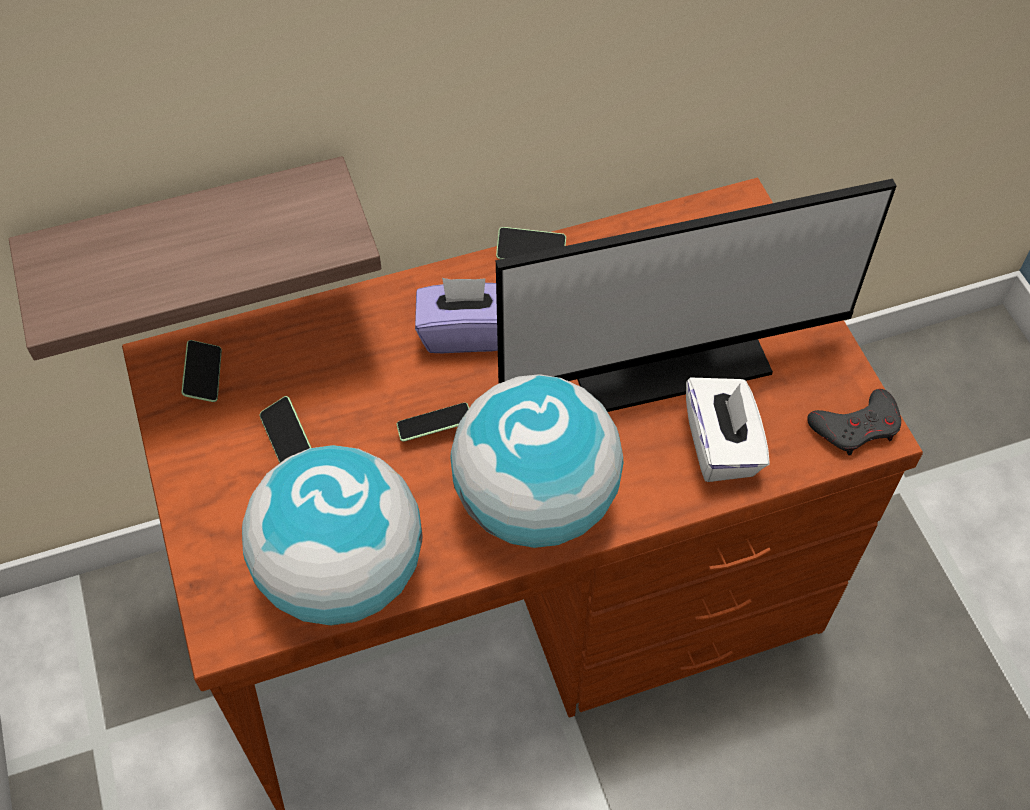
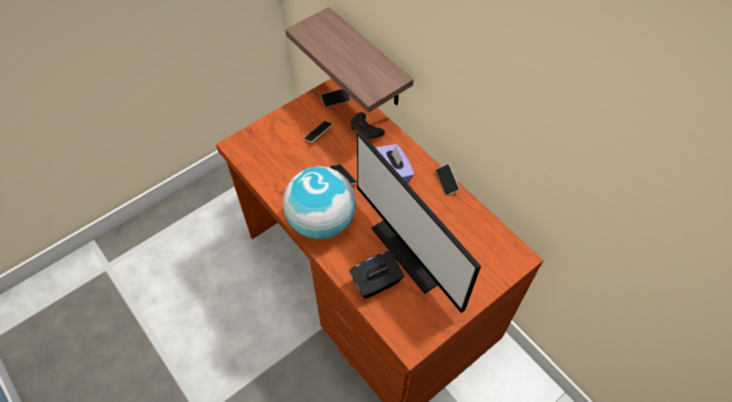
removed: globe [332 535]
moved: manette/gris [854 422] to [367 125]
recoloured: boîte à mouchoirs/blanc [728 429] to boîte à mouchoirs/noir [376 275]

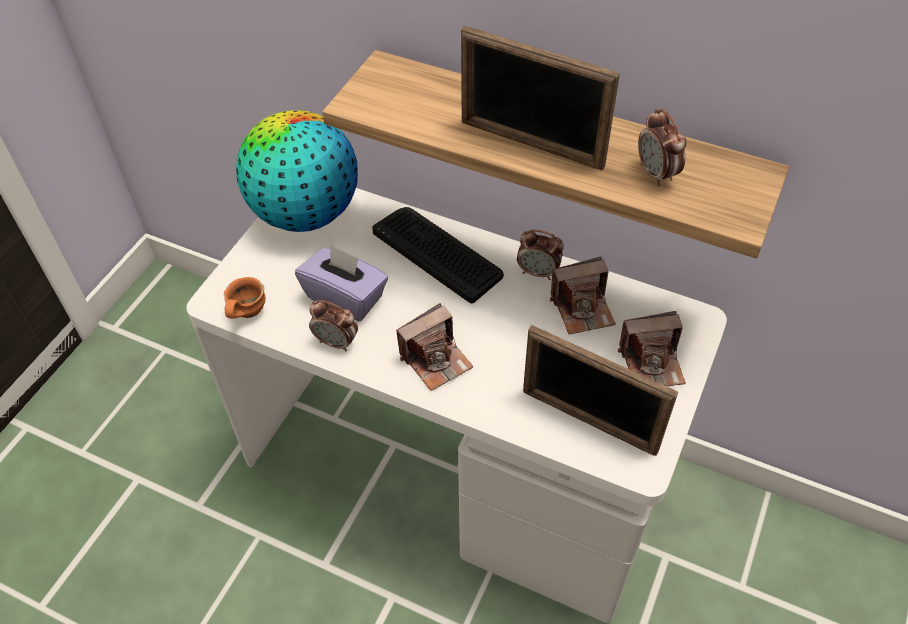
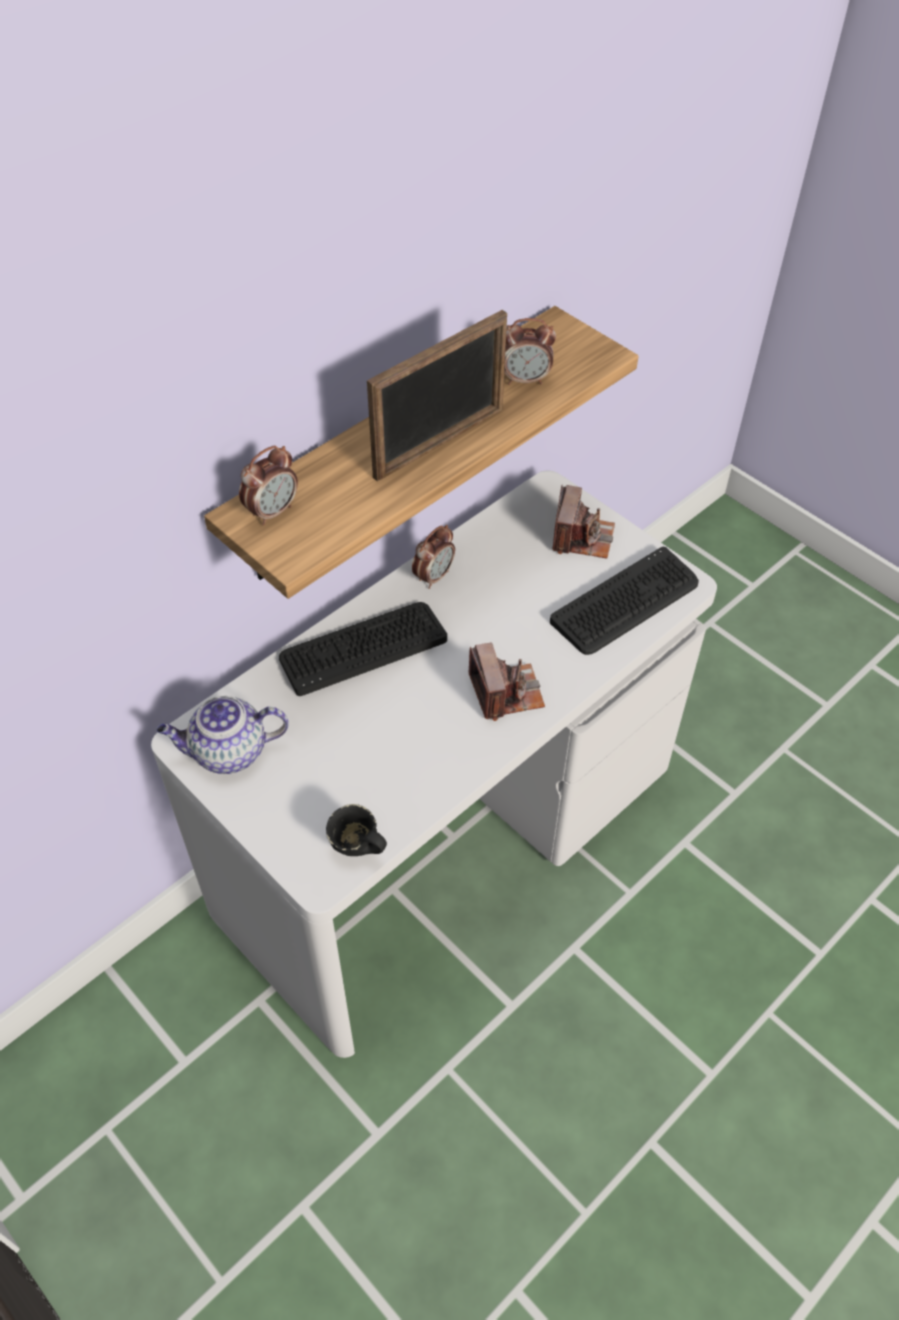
removed: boîte à mouchoirs/violet [341 283]; appareil photo [583 295]
moved: réveil [333 326] to [268 486]
replaced: globe [297 171] to théière [223 735]; cadre photo [600 390] to clavier [624 601]
recoloured: mug/orange [245 297] to mug/noir [356 830]

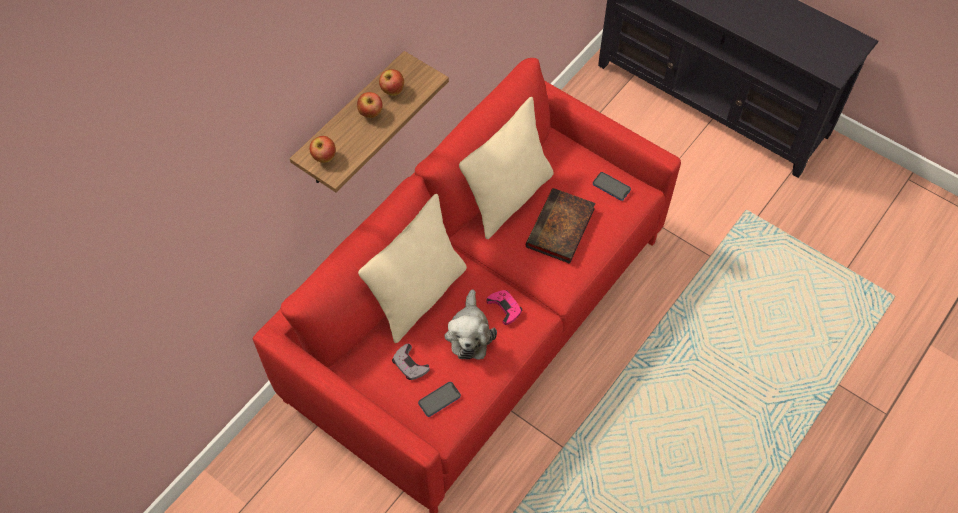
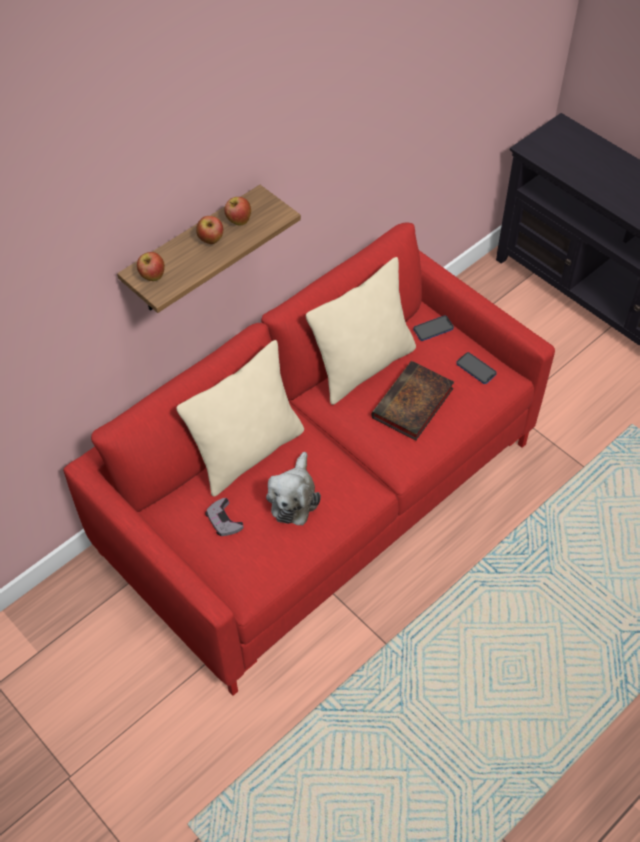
removed: manette/rose [504 307]
moved: téléphone [439 399] to [433 328]

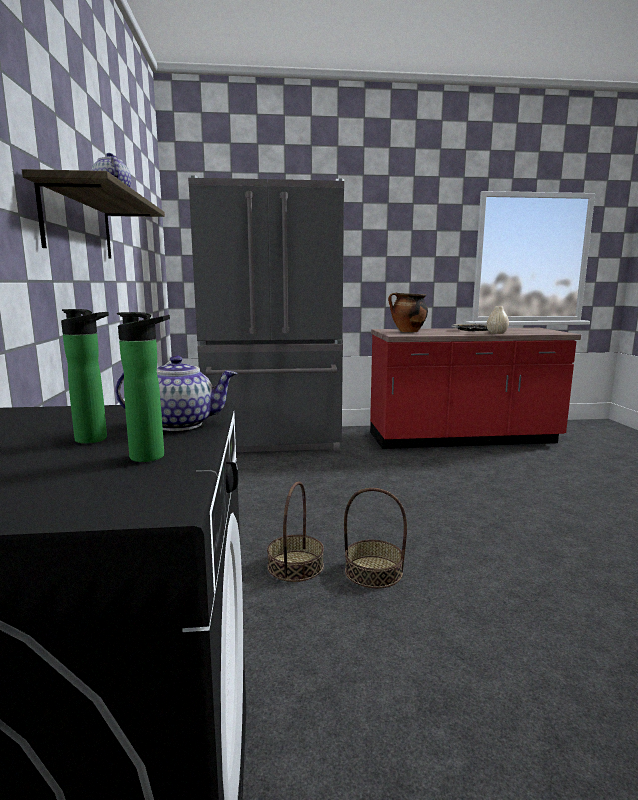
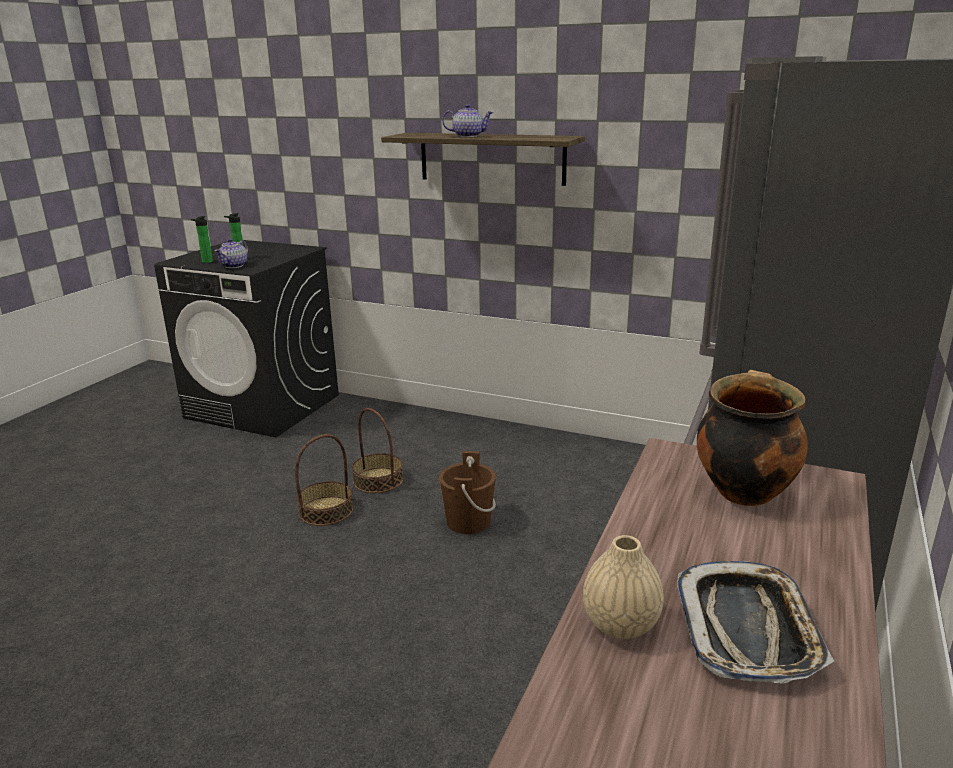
added: seau/marron [467 492]

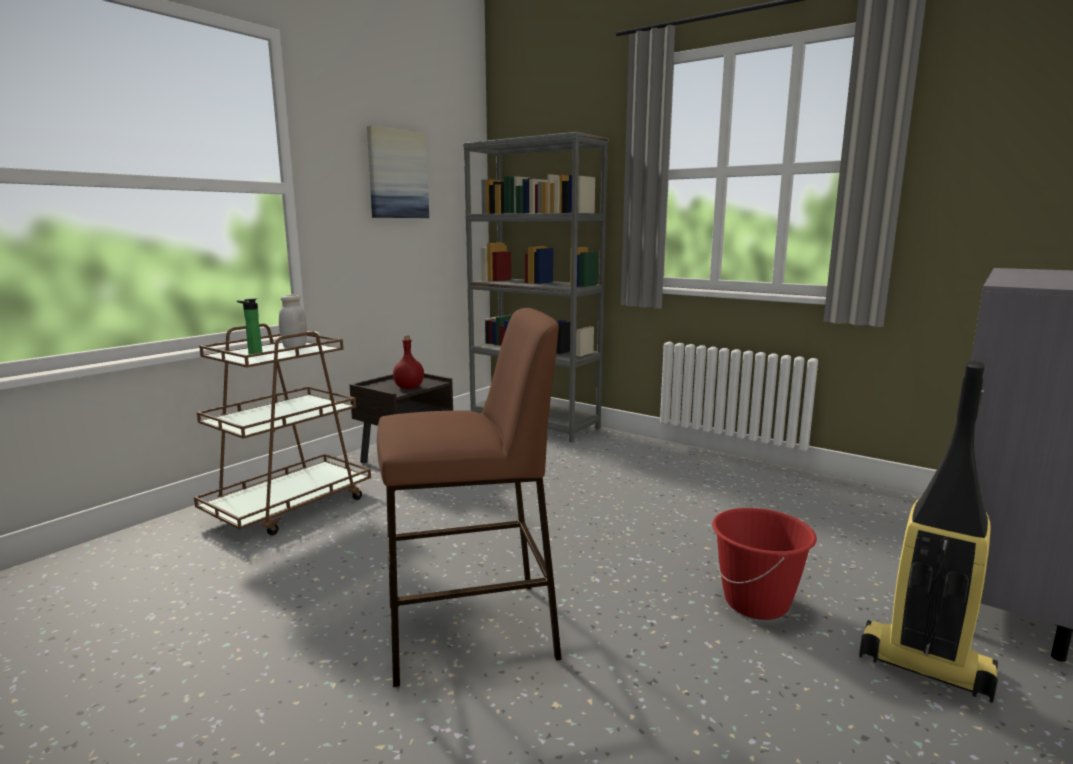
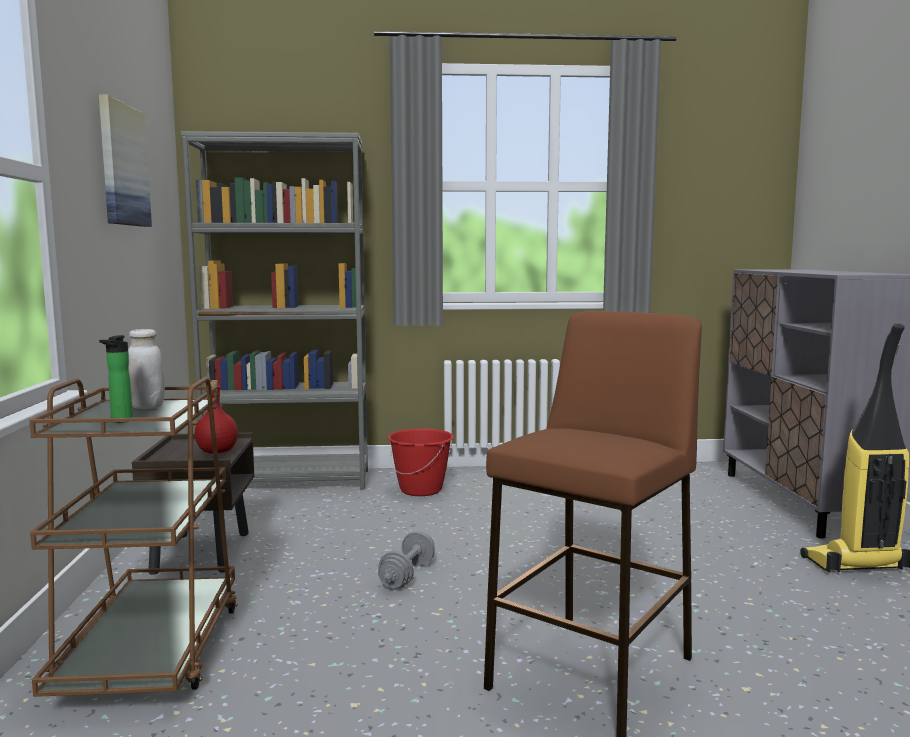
added: haltère/gris [406 559]
moved: seau/rouge [764 564] to [421 462]

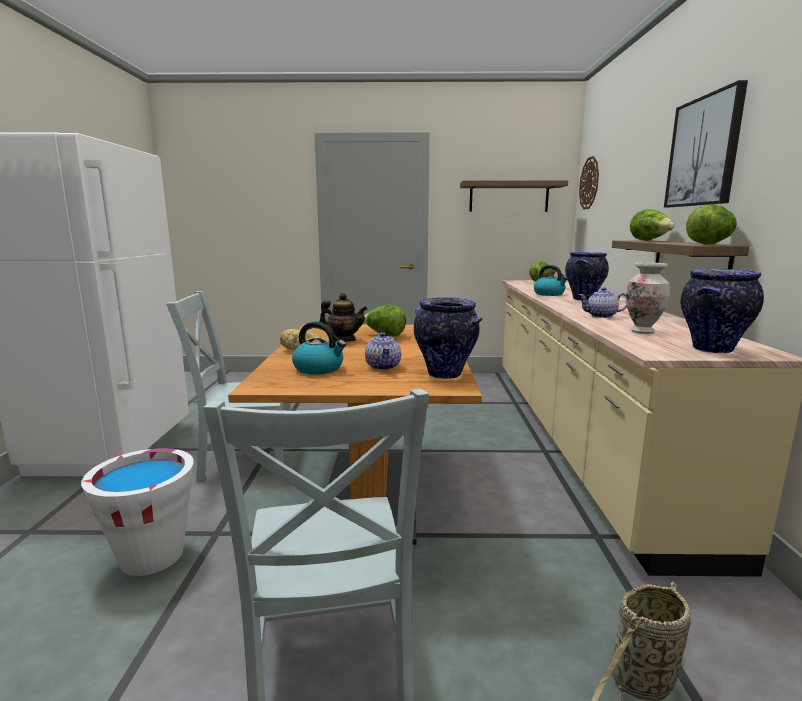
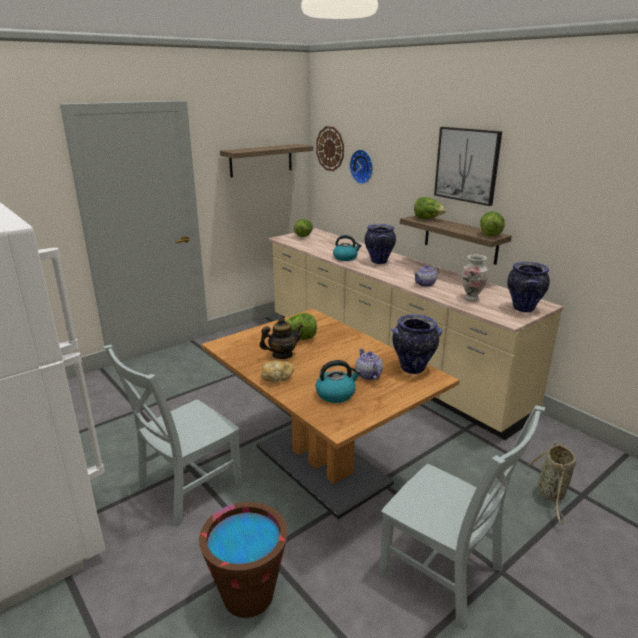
added: horloge murale [361 166]
recoloured: seau/blanc [137 512] to seau/marron [243 560]
turned: théière [383 351] = [369 364] 150 degrees counterclockwise

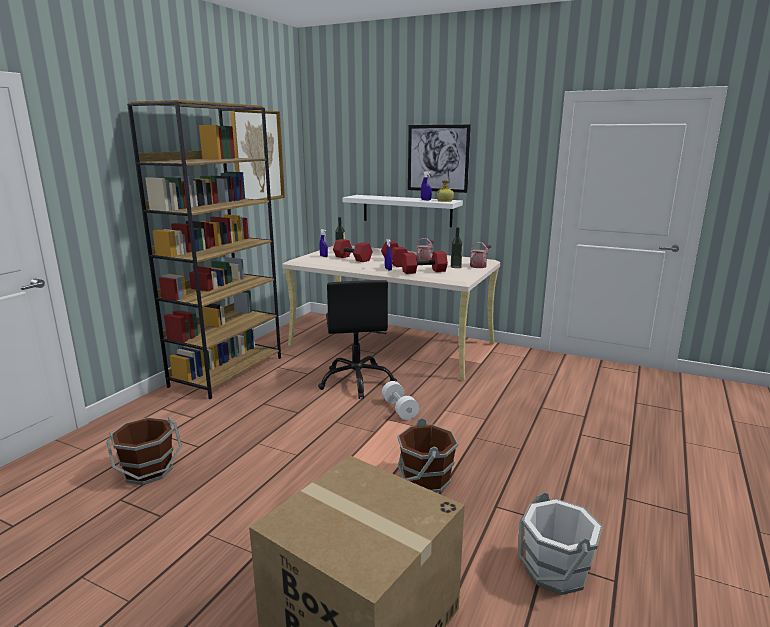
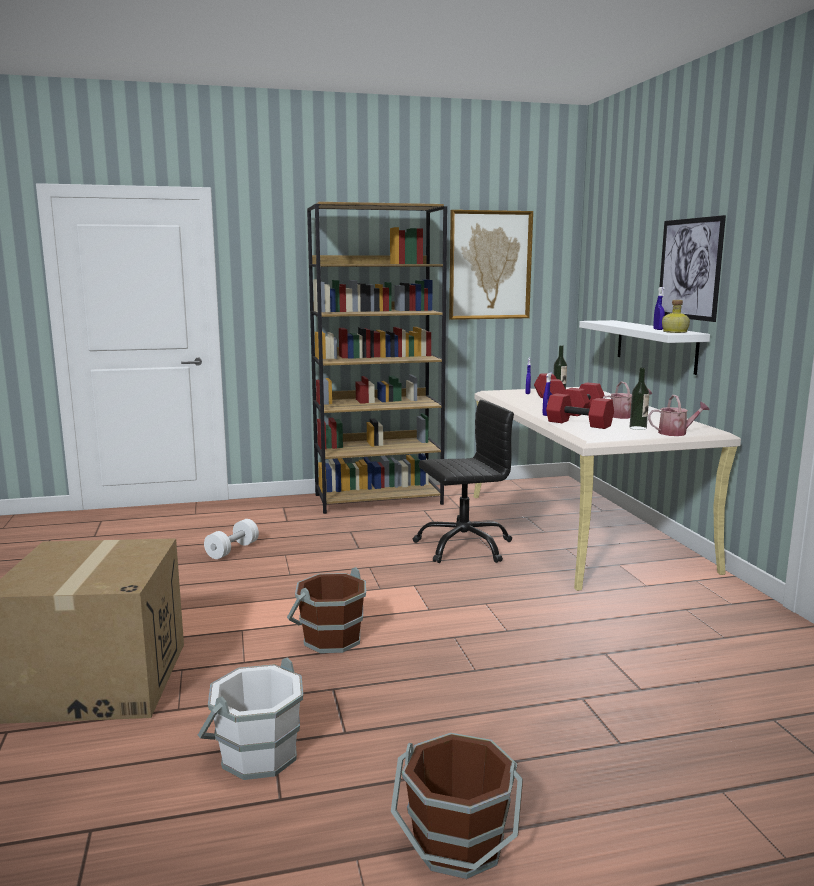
moved: haltère/blanc [400 400] to [231 539]; seau/marron [144 451] to [457 806]
turned: chaise de bureau/noir [357 339] = [463 481] 150 degrees counterclockwise

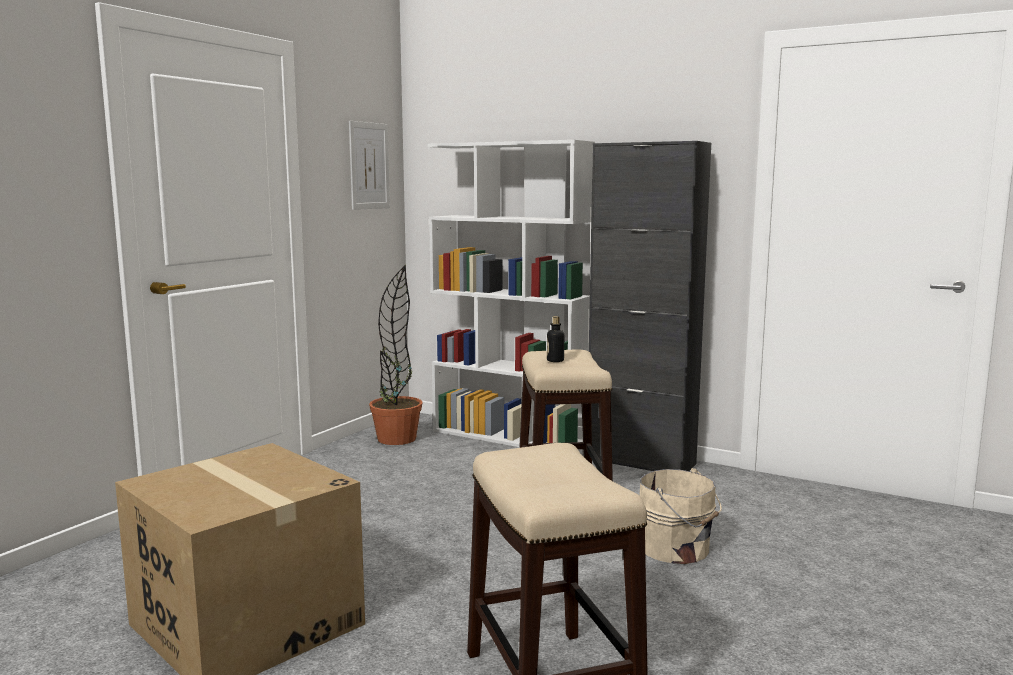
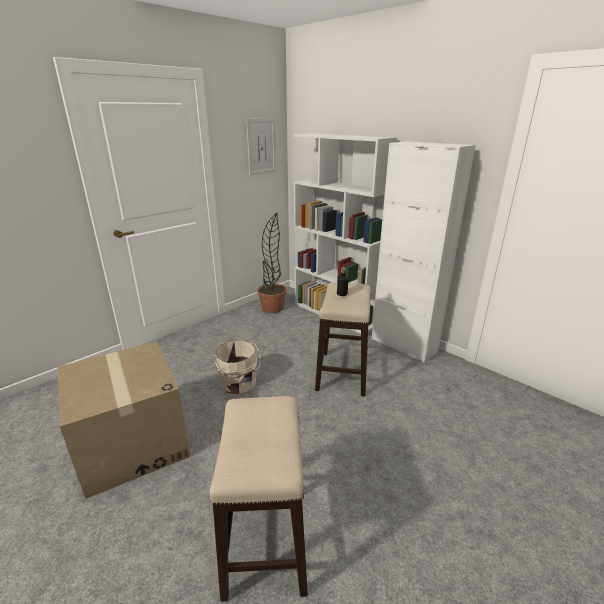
moved: seau/beige [680 516] to [238 367]
recoloured: meuble de rangement/noir [650 306] to meuble de rangement/blanc [424 252]

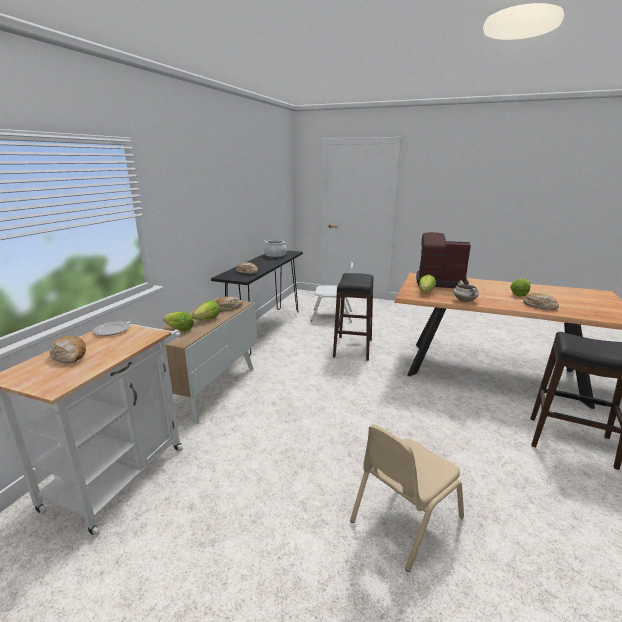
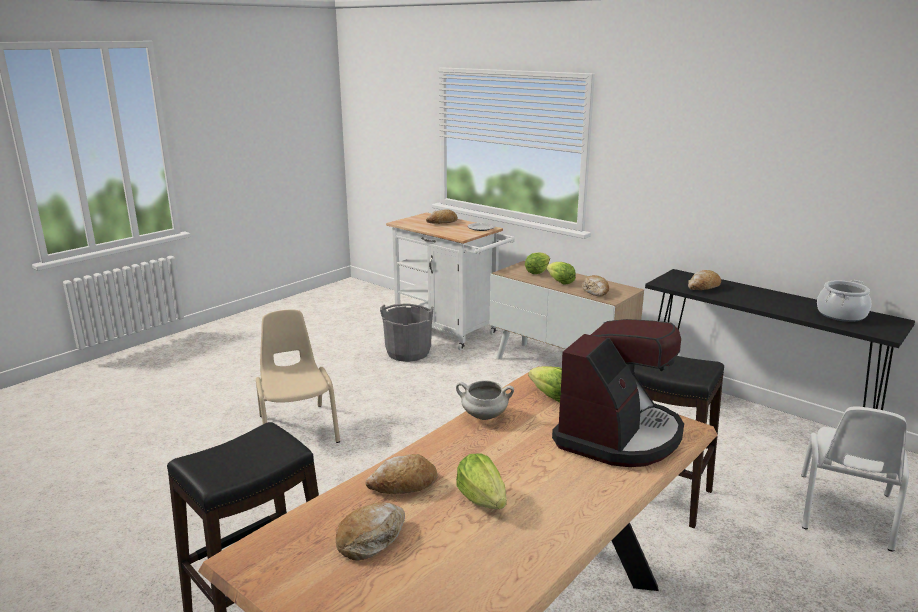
added: seau/gris [407 332]; pain [370 531]

